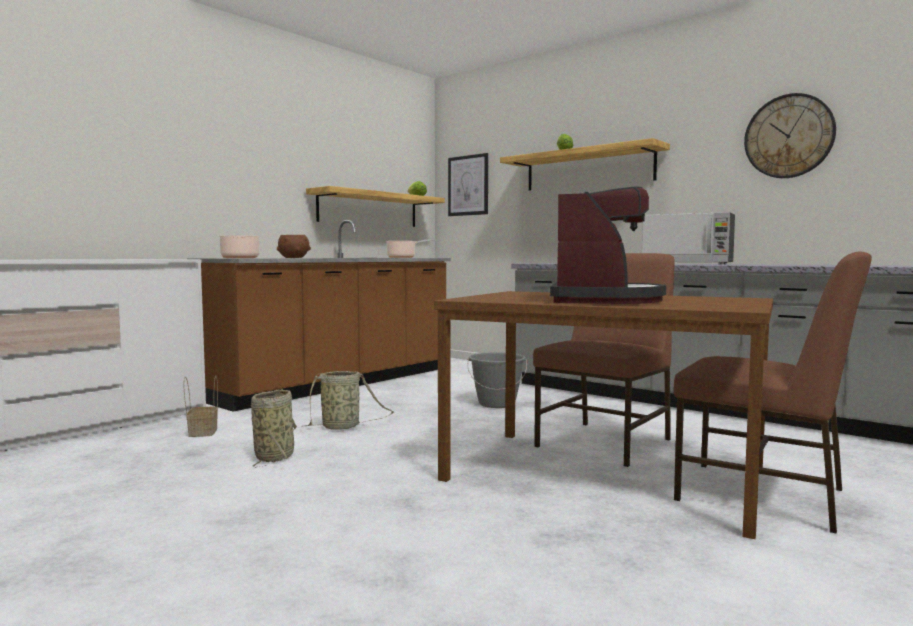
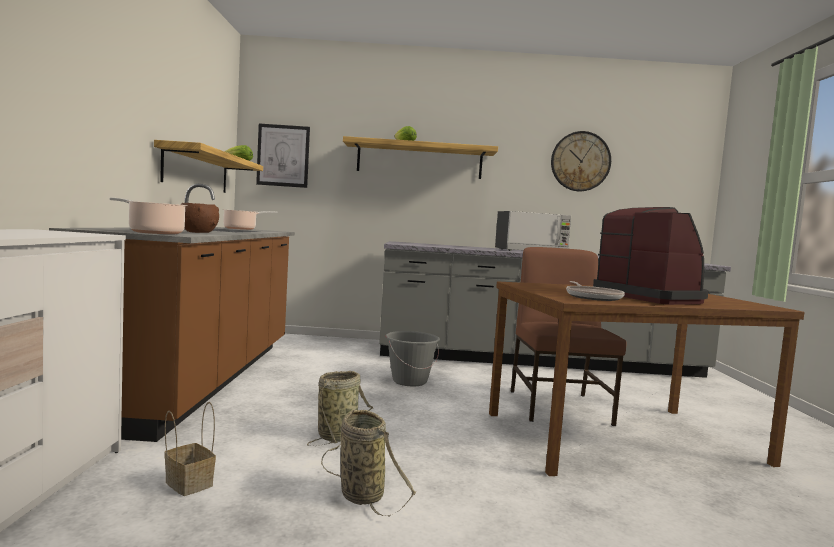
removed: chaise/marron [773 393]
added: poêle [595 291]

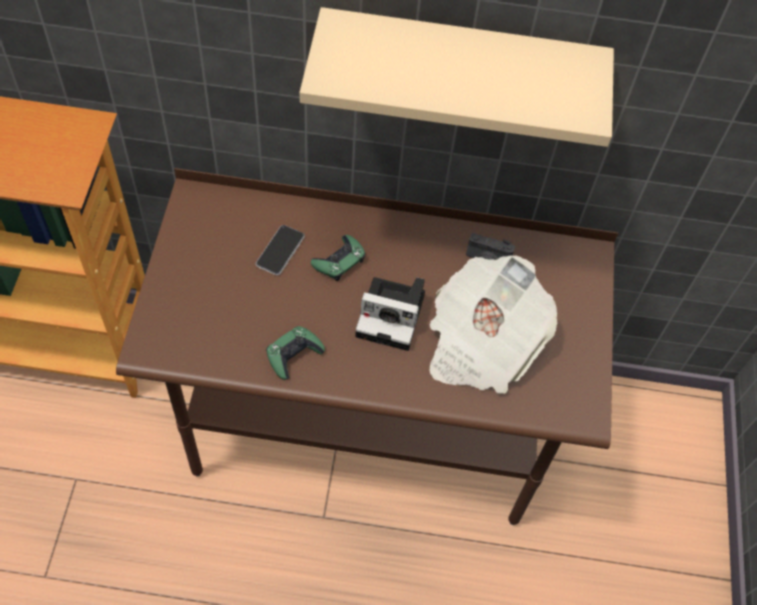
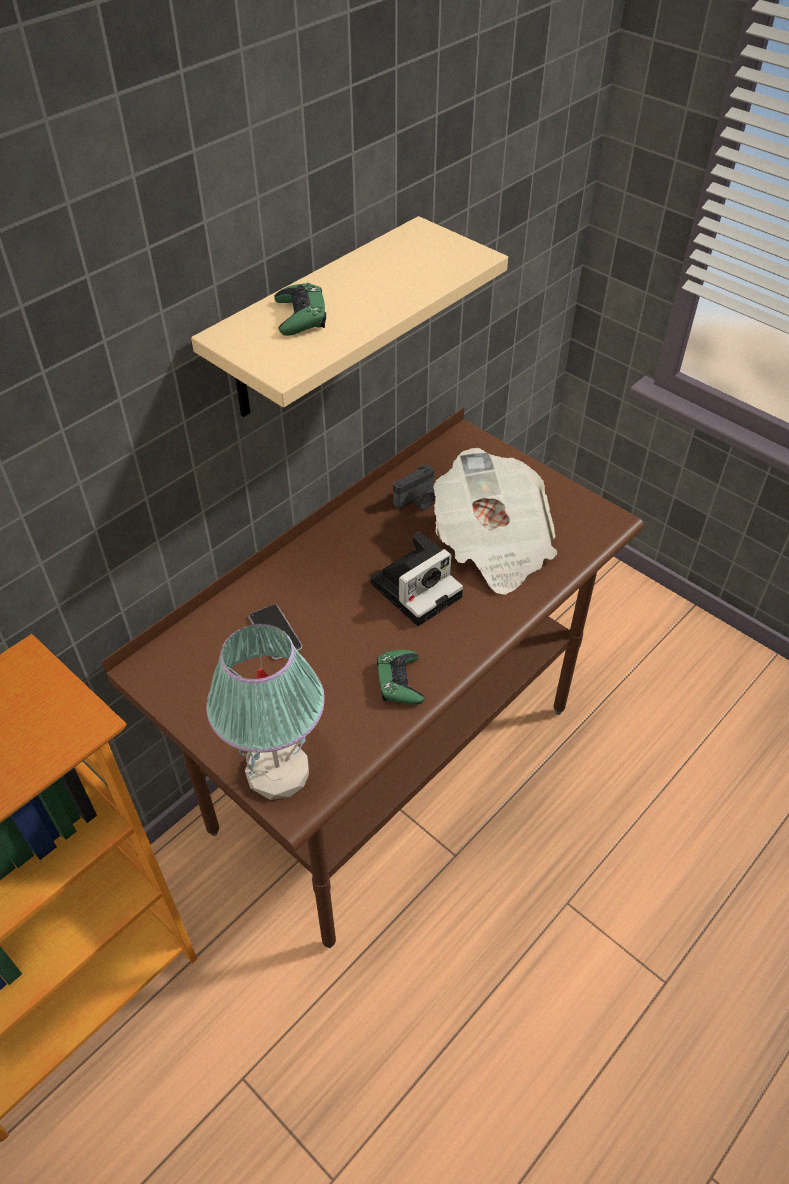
added: lampe de table [265 712]
moved: manette/vert [338 258] to [300 309]

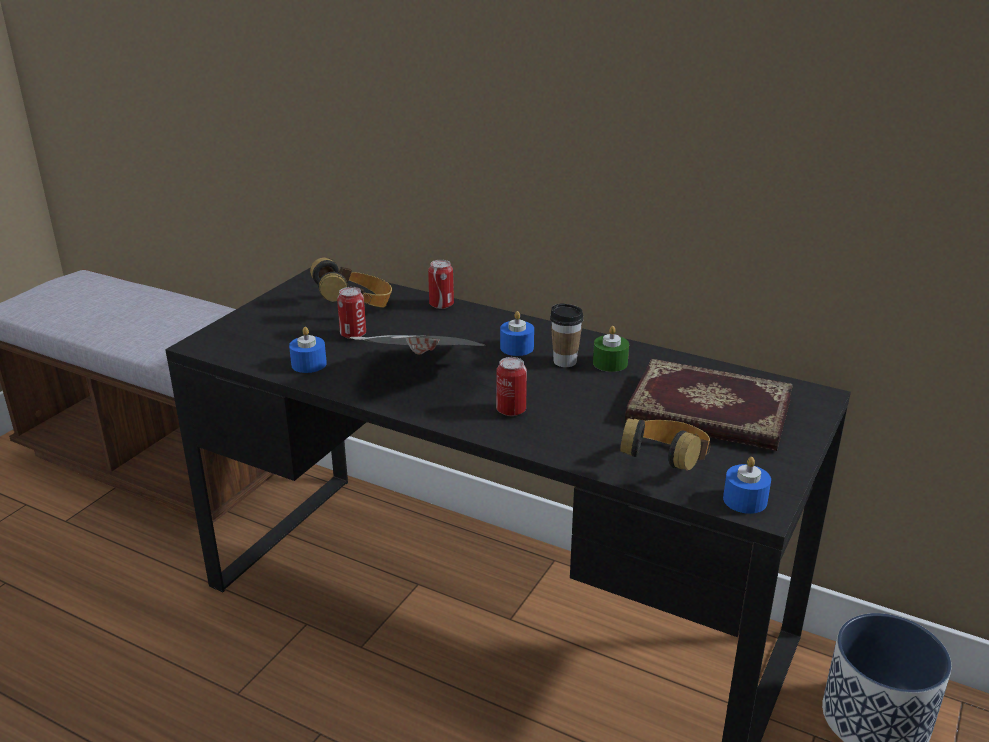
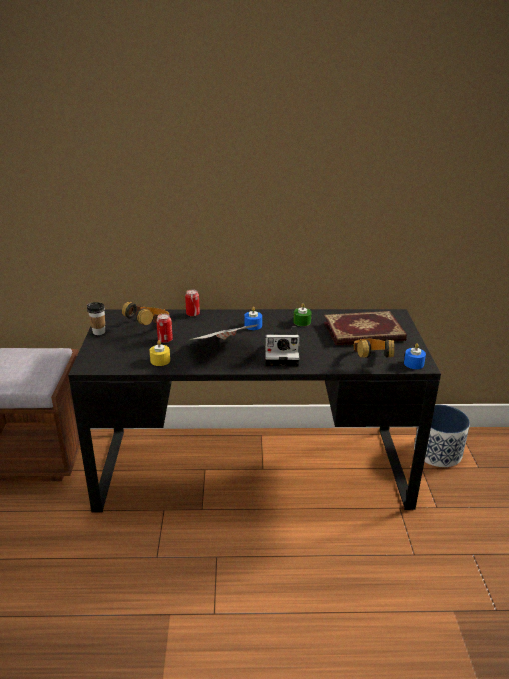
moved: tasse [567 335] to [96 318]
replaced: boîte métallique [511 386] to appareil photo [282 346]
recoloured: bougie/bleu [308 350] to bougie/jaune [160 353]

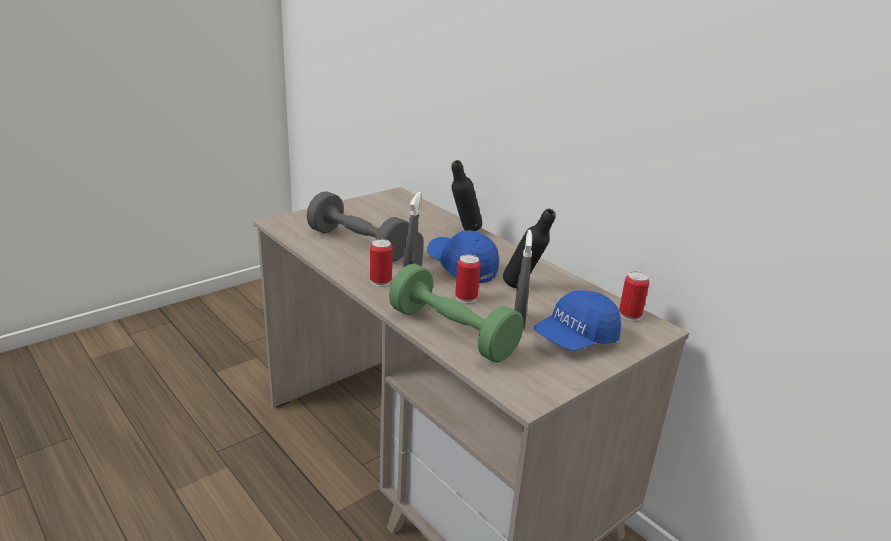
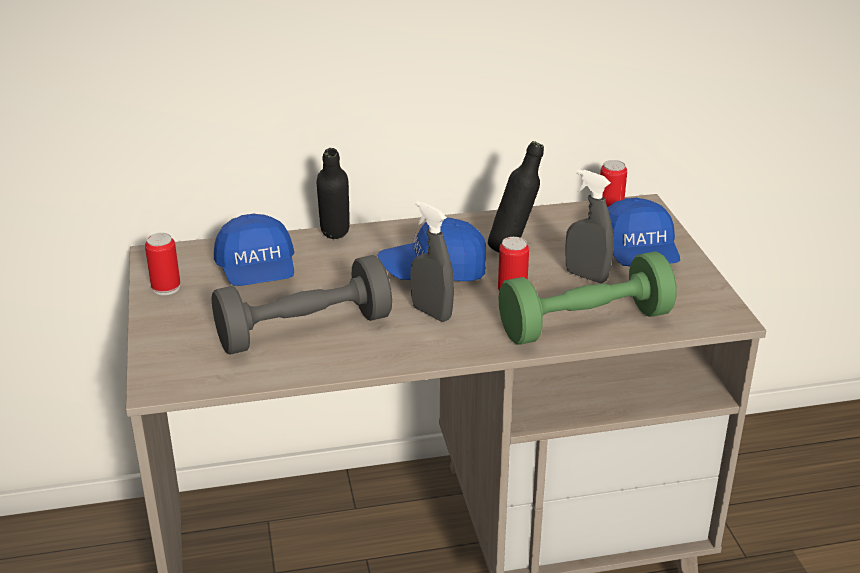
added: casquette/bleu [254 249]
moved: boîte métallique [381 263] to [162 264]

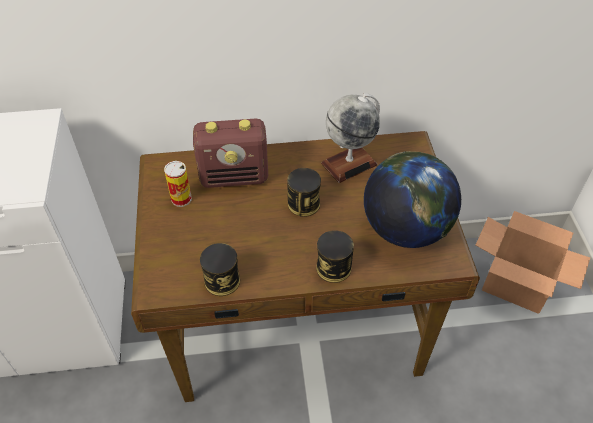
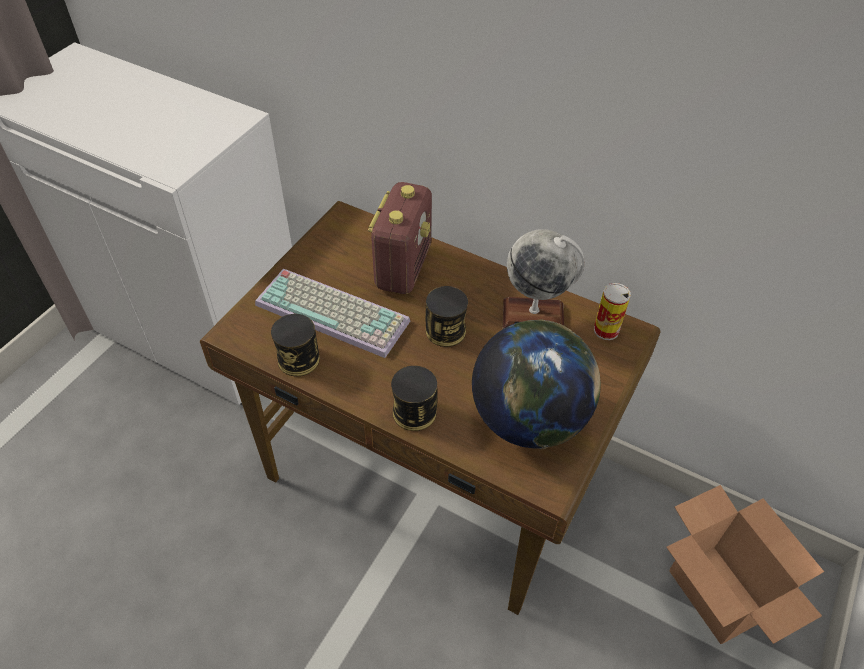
added: clavier [332 313]
moved: boîte métallique [178 184] to [612 311]
turned: radio [230 153] = [400 238] 105 degrees counterclockwise

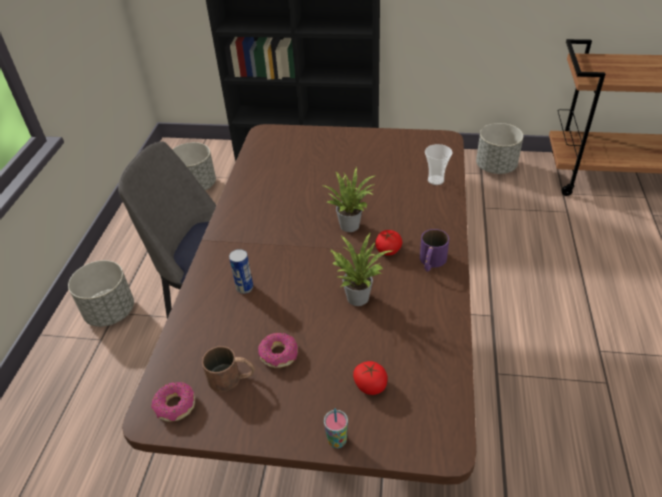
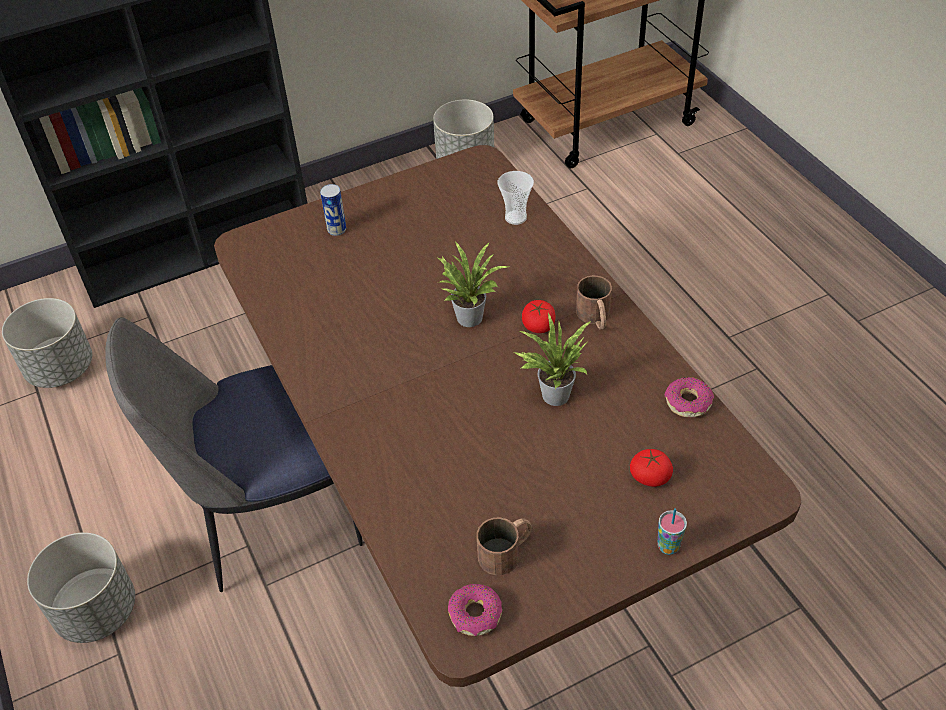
moved: boîte métallique [241 271] to [333 210]; beignet [278 350] to [689 397]
recoloured: mug/violet [434 250] to mug/marron [594 303]

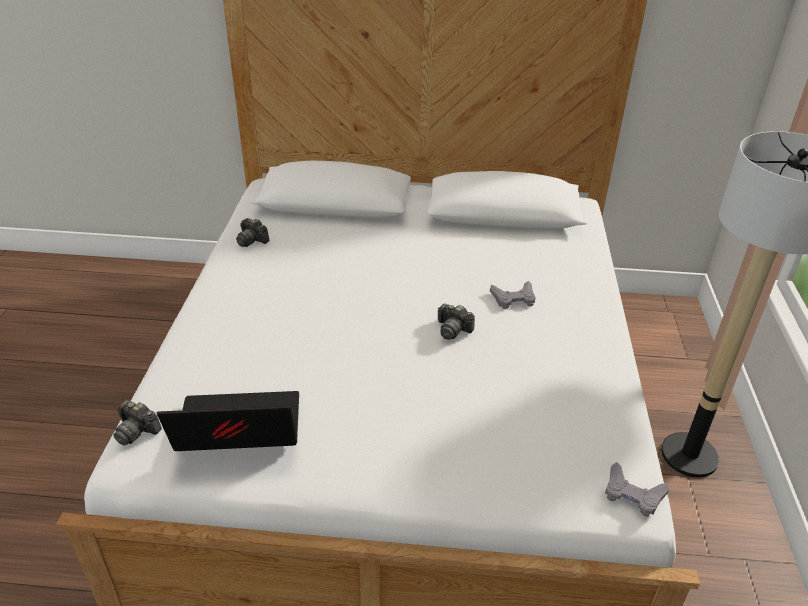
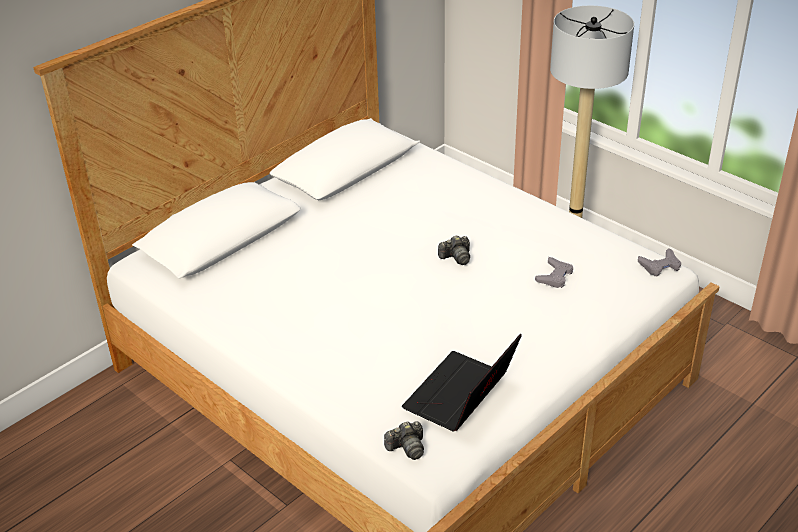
removed: appareil photo [253 232]
moved: manette/gris [513 295] to [554 272]

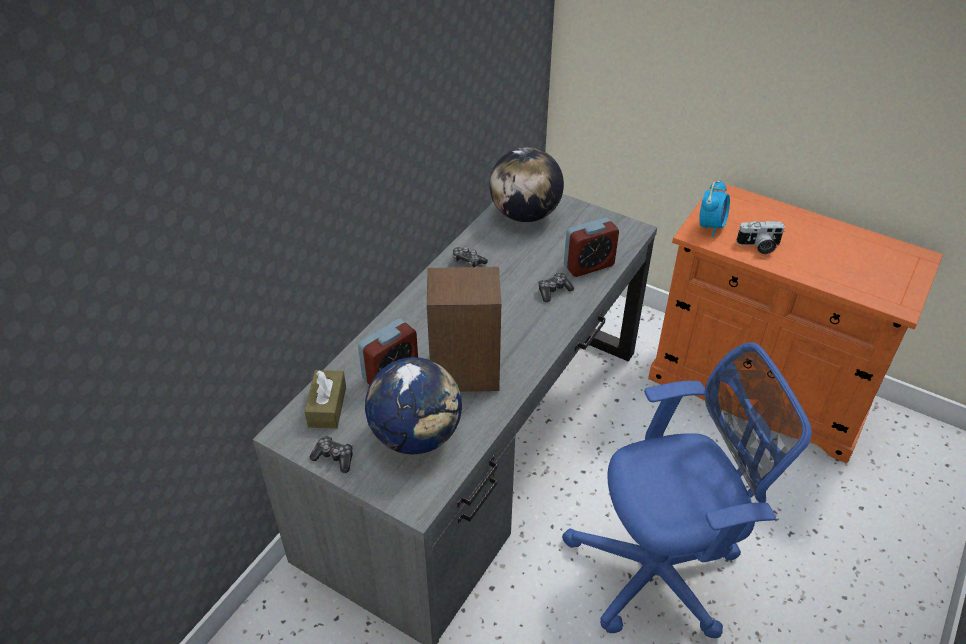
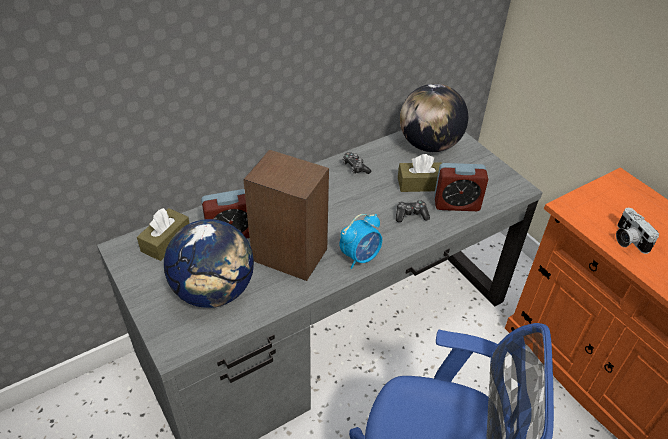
removed: manette [331 454]
added: boîte à mouchoirs/marron [420 173]
moved: réveil [714 208] to [361 241]
turned: appareil photo [760 237] = [637 231] 45 degrees clockwise

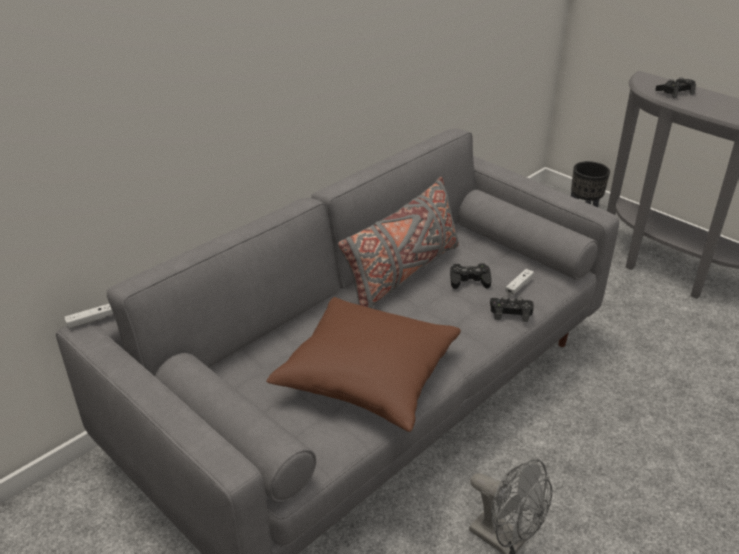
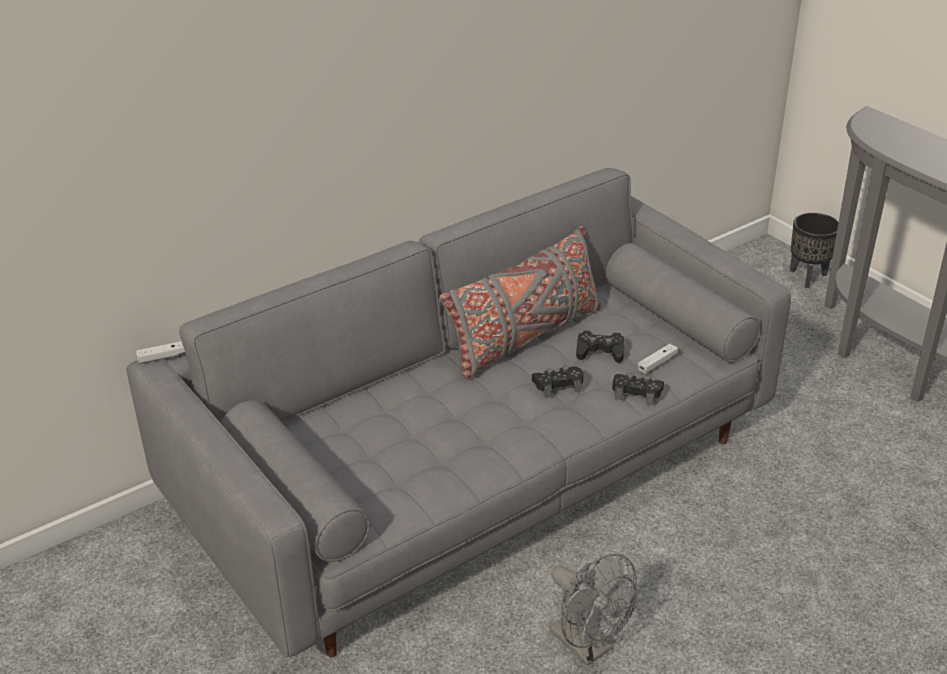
removed: coussin/marron [363 364]
moved: manette/noir [675 87] to [557 381]

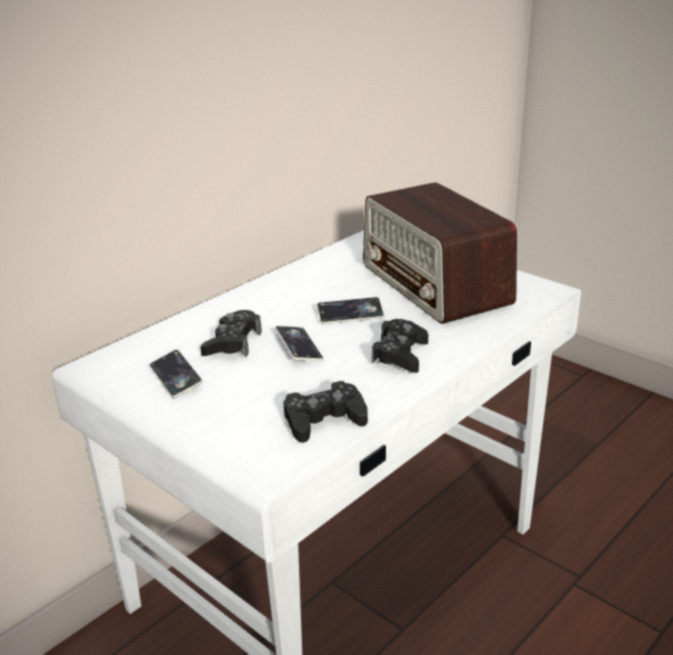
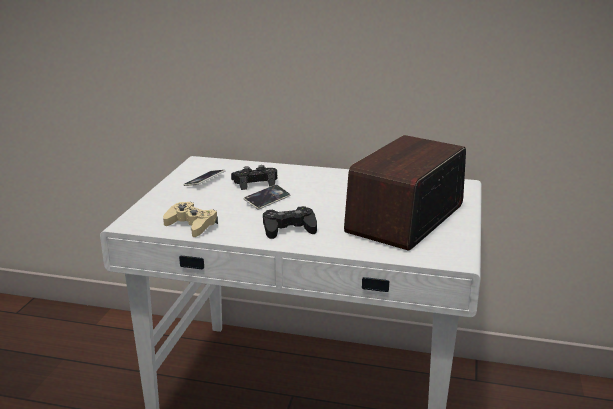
removed: téléphone [350 310]
recoloured: manette/noir [326 412] to manette/beige [190 219]

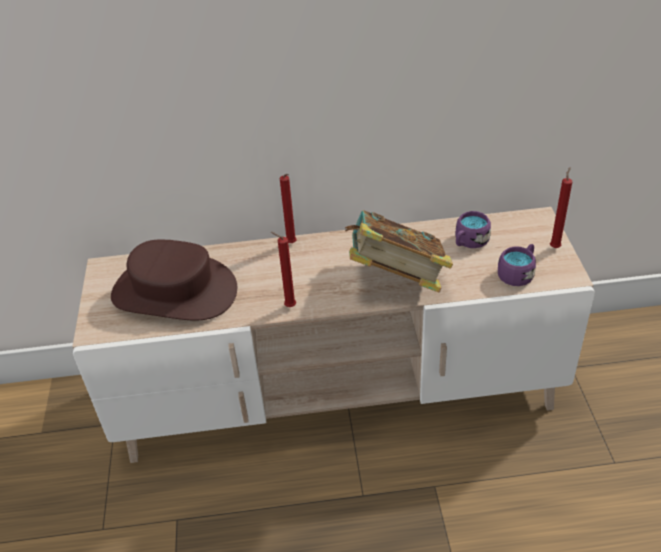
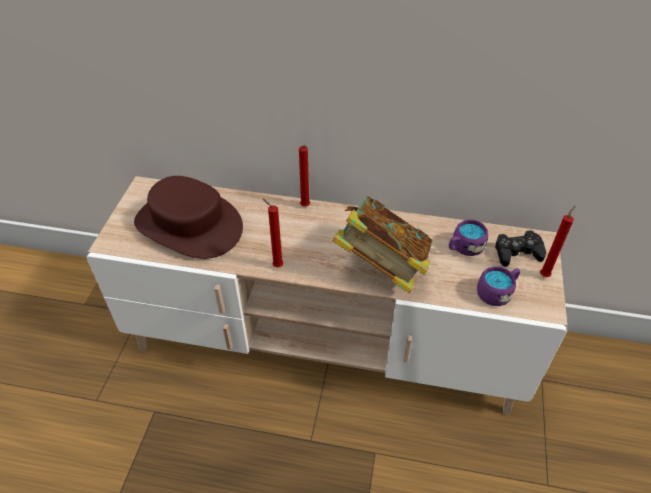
added: manette/noir [520 248]

